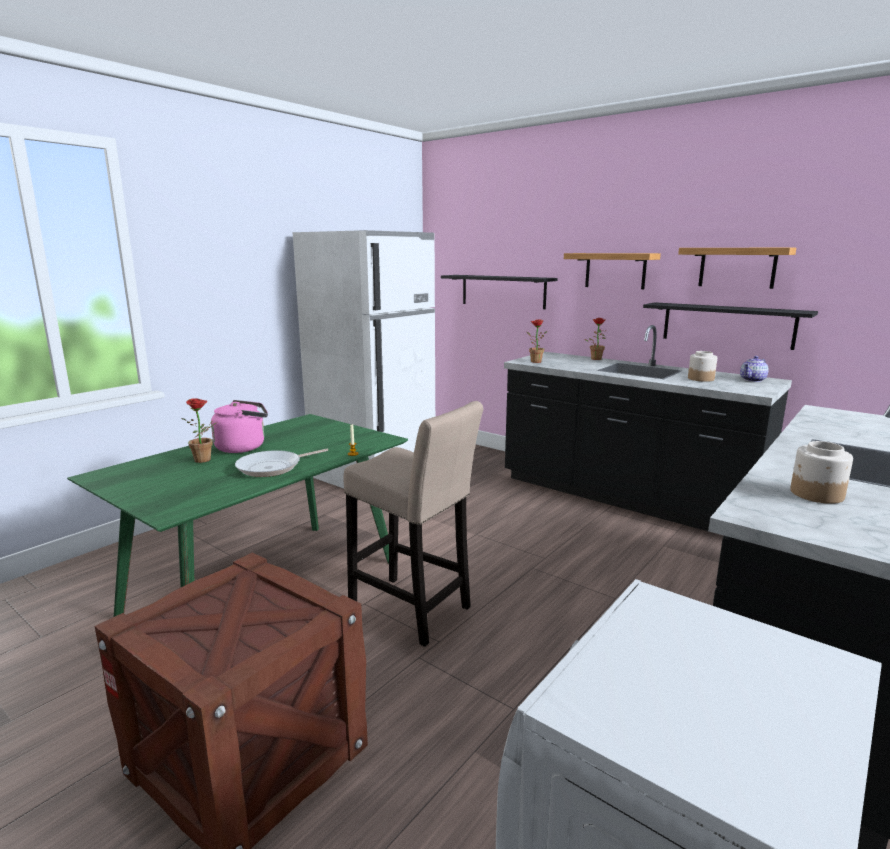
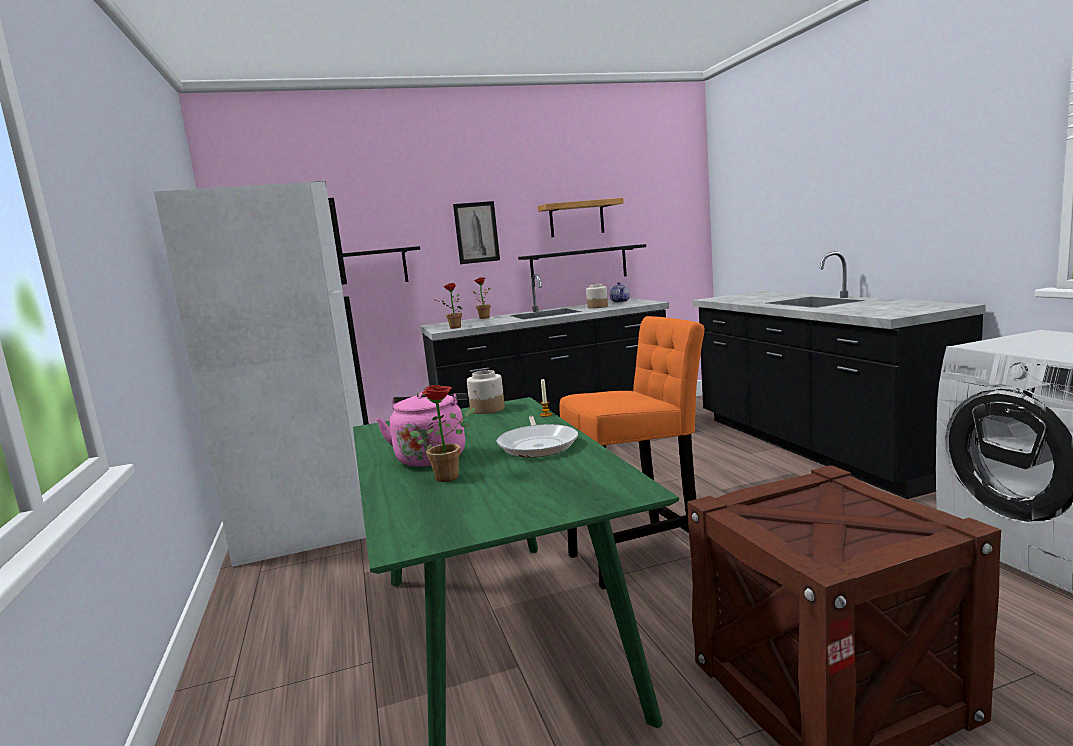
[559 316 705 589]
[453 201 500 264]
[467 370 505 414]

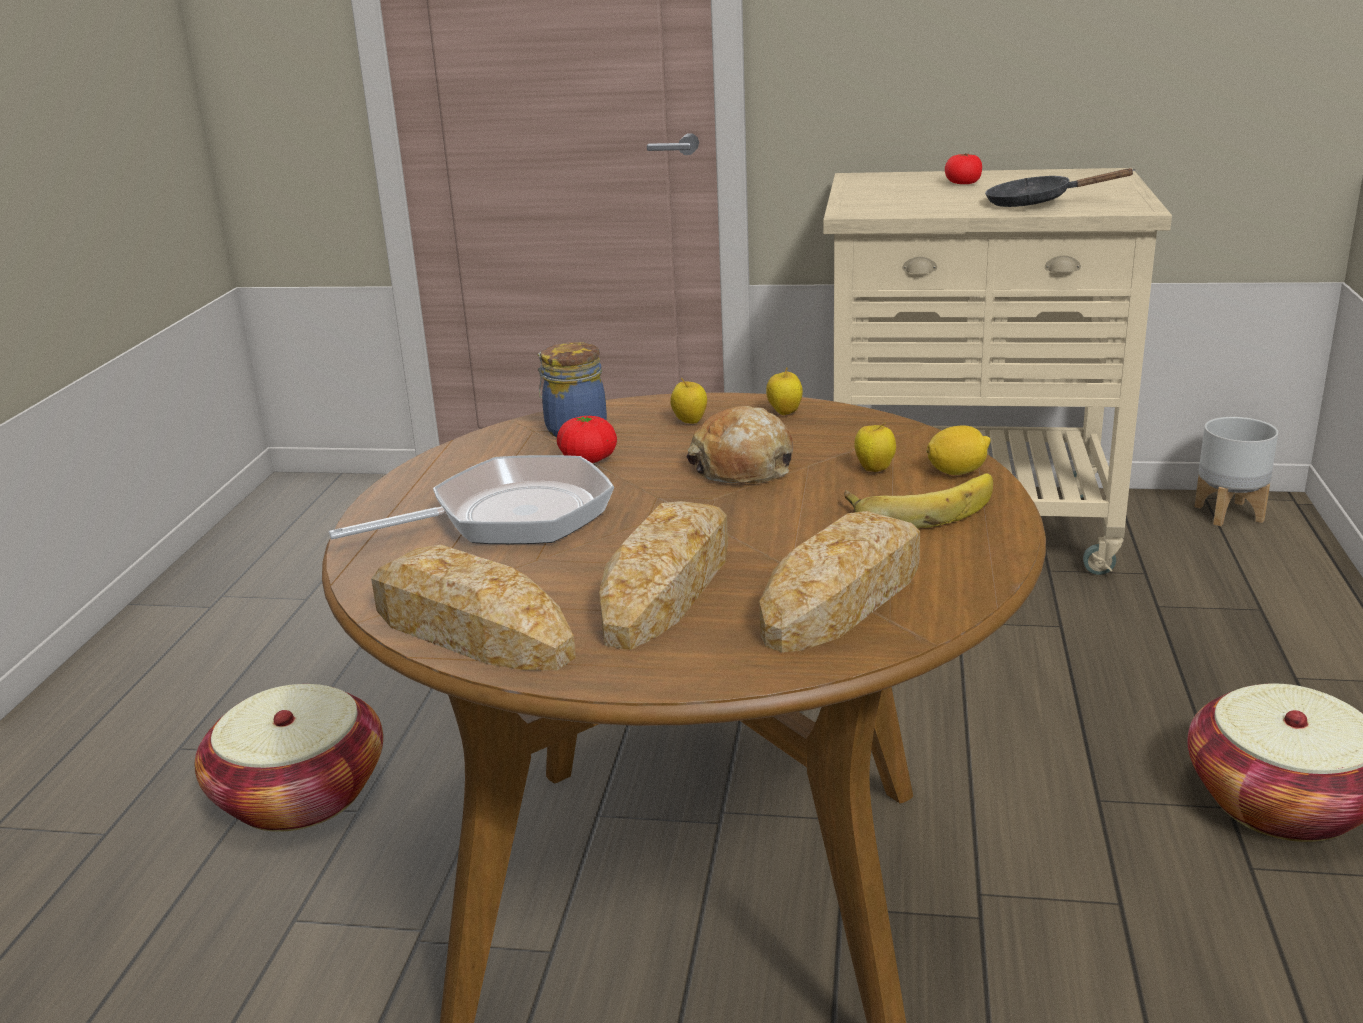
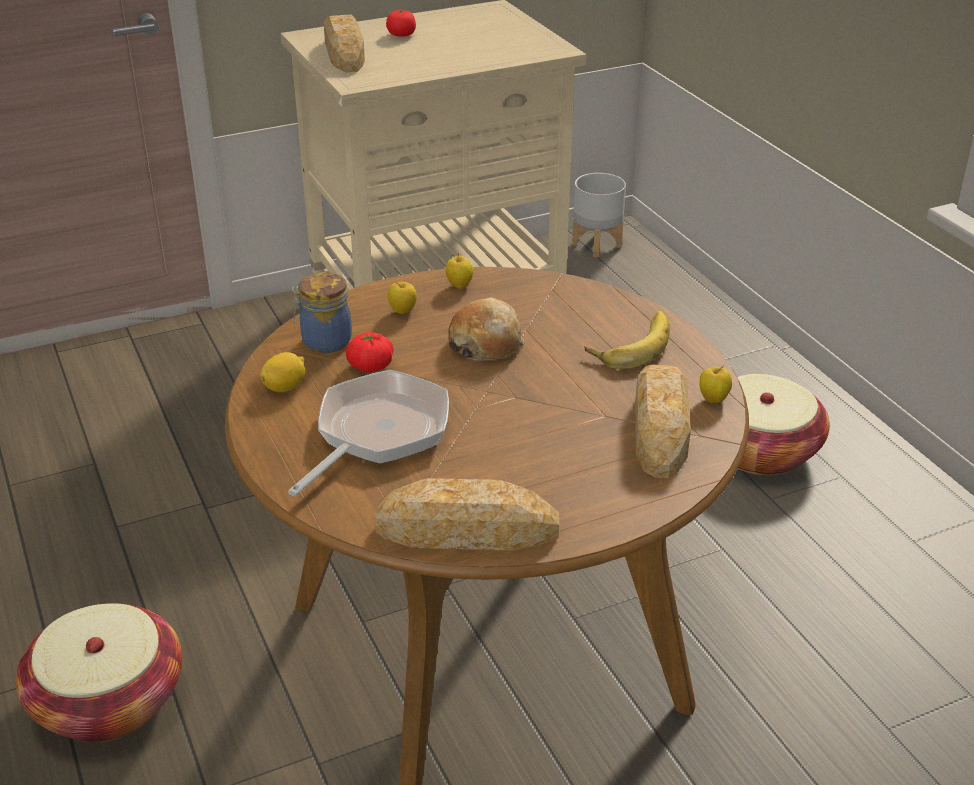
[324 15 365 72]
[699 365 732 403]
[260 352 305 392]
[985 168 1135 207] (first image)

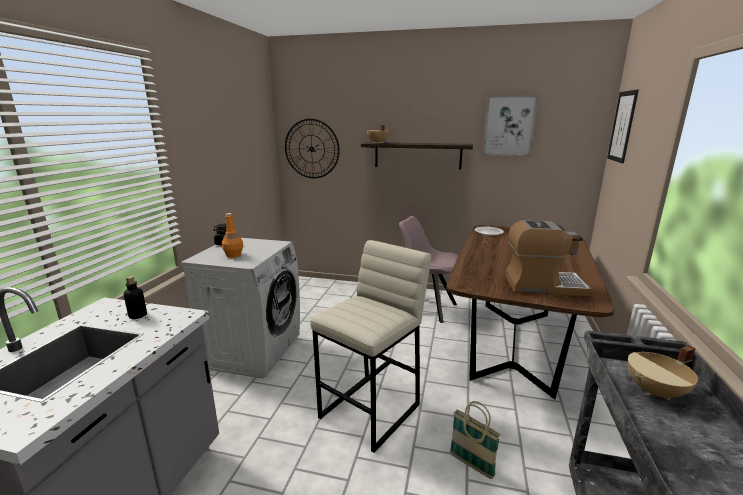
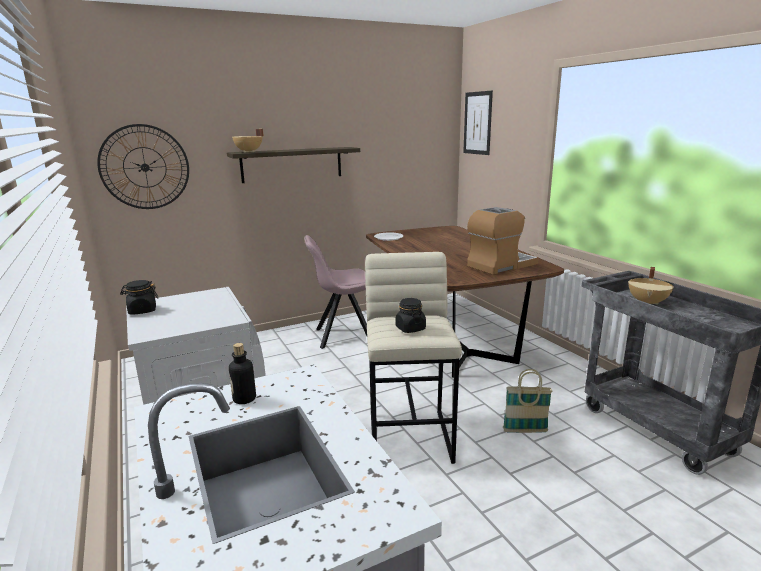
[222 213 243 258] (first image)
[483 95 538 157] (first image)
[395 298 426 333]

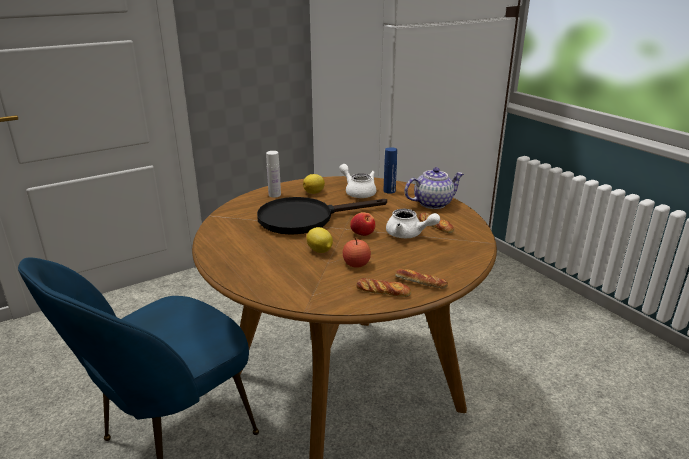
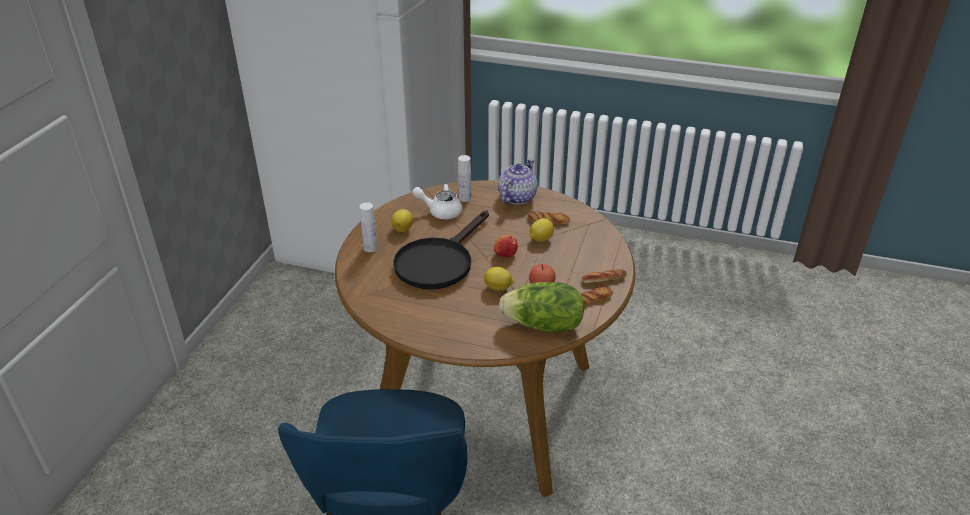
[458 155 471 202]
[530 218 554 242]
[499 282 584 332]

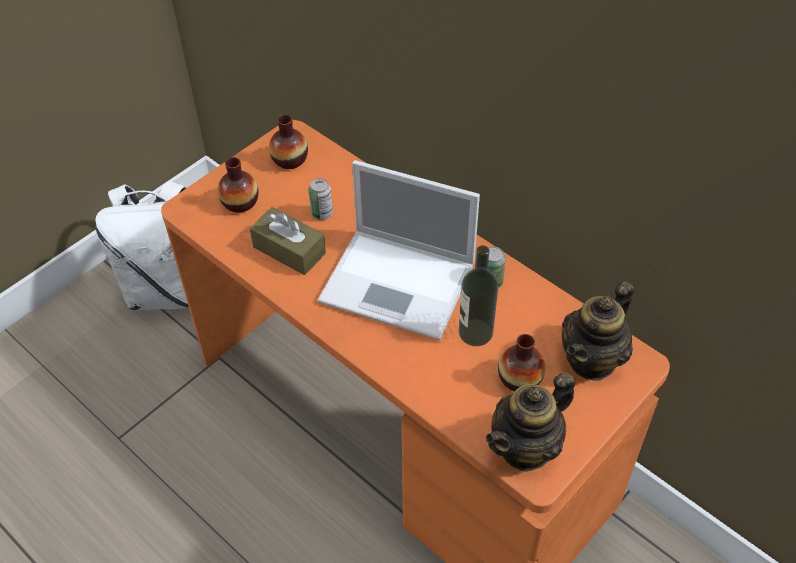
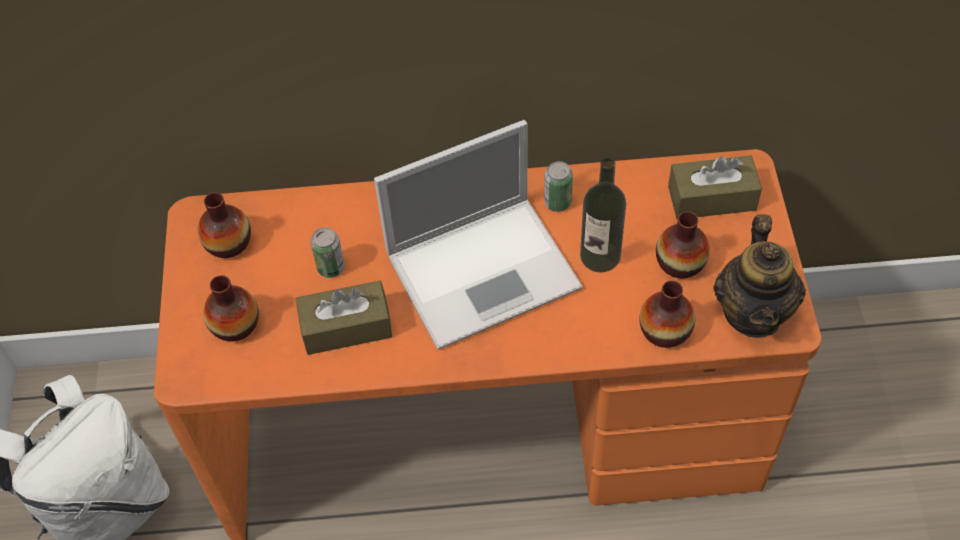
[668 155 762 219]
[639 281 695 348]

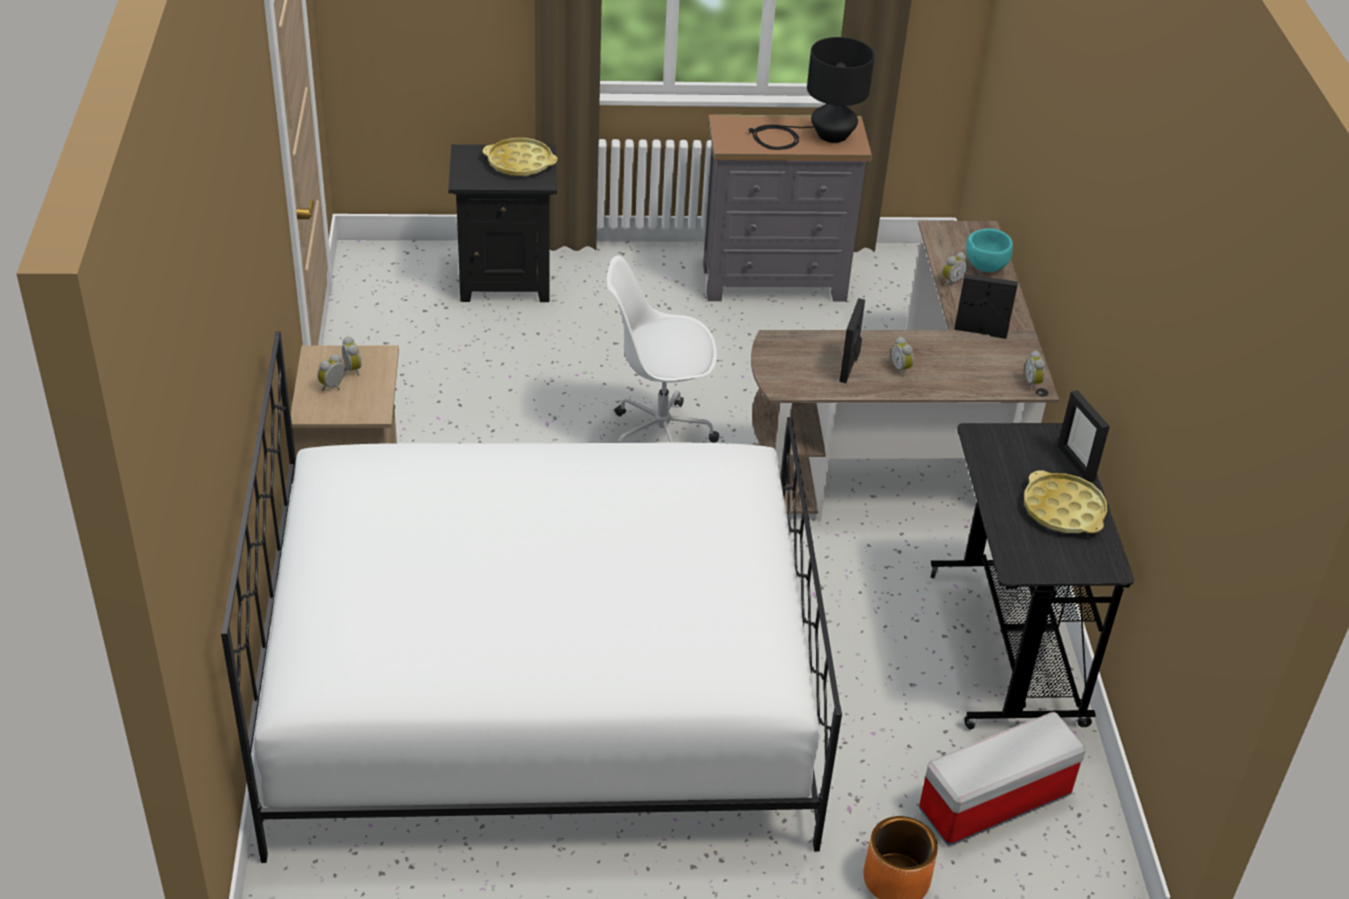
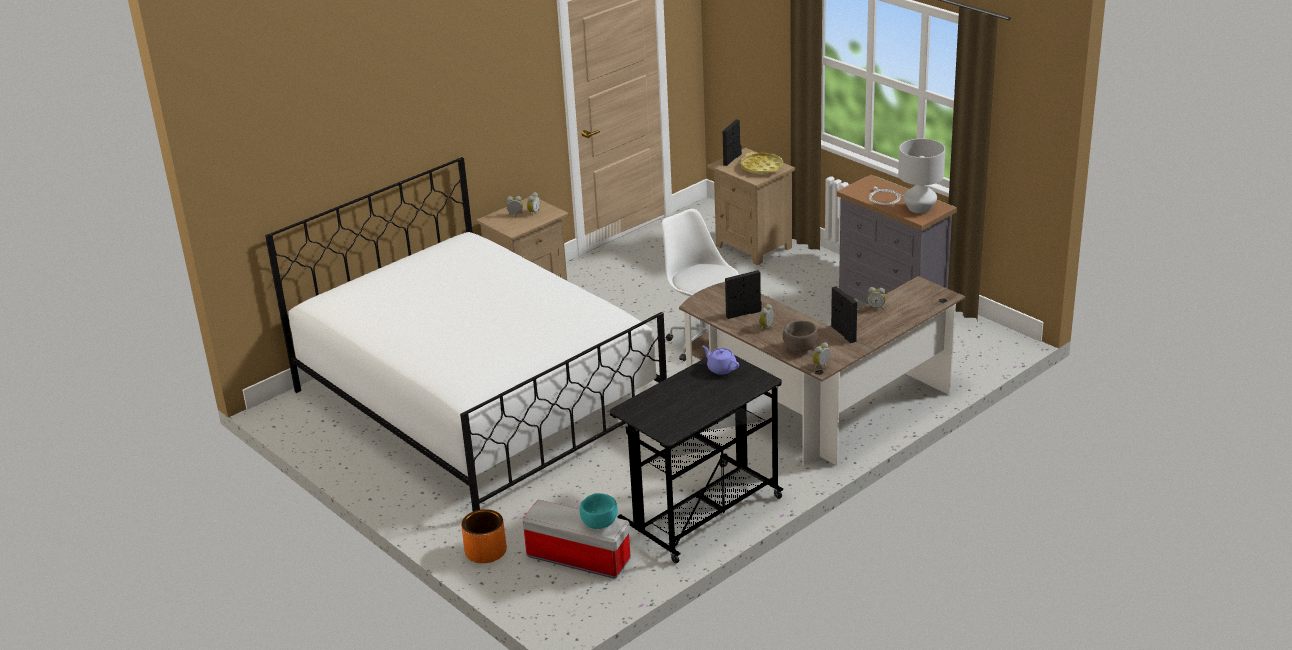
[707 148 795 265]
[869 139 945 214]
[580 493 618 529]
[1024 471 1107 533] (first image)
[723 119 742 166]
[703 345 739 375]
[782 321 818 352]

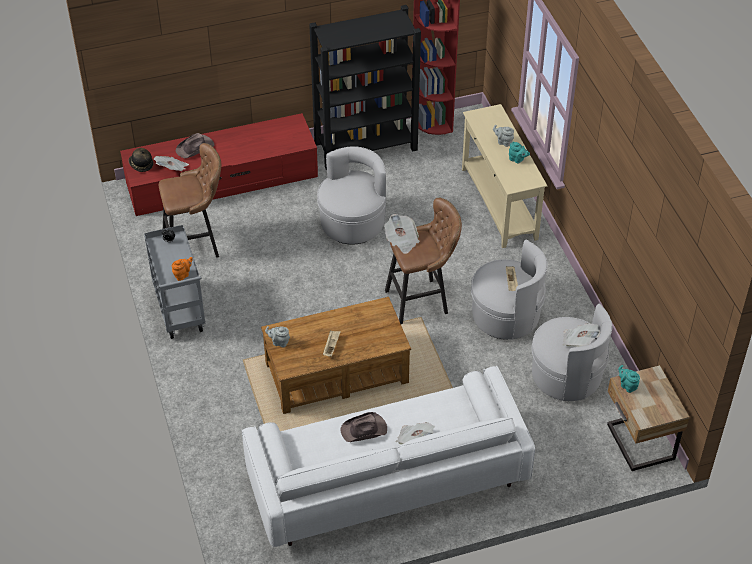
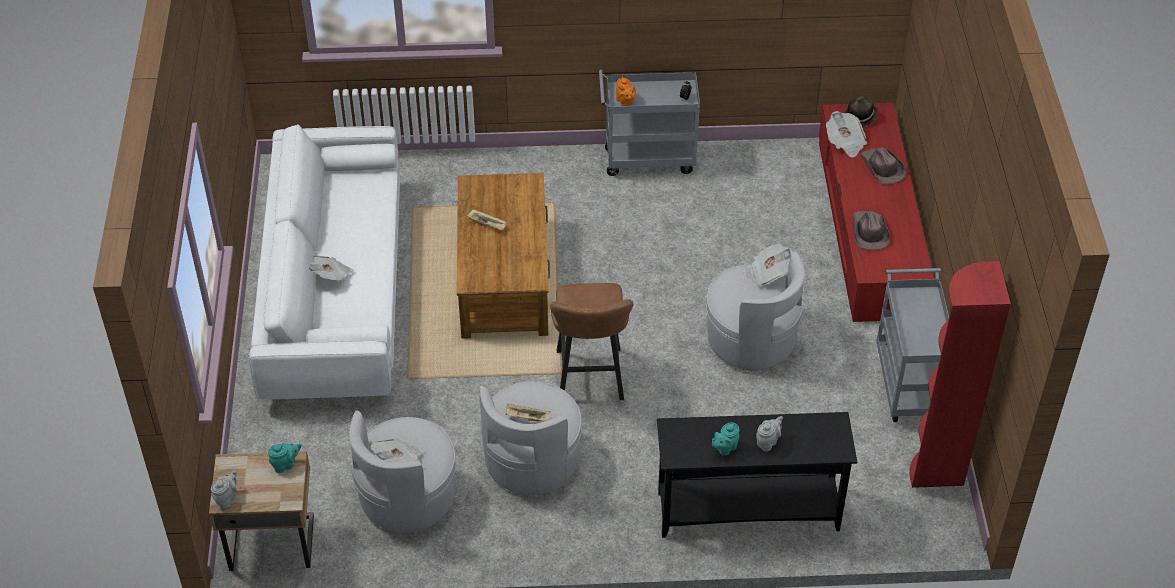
[159 143 221 258] (first image)
[211 470 237 509]
[876 268 949 422]
[852 211 890 250]
[743 243 793 287]
[657 412 857 538]

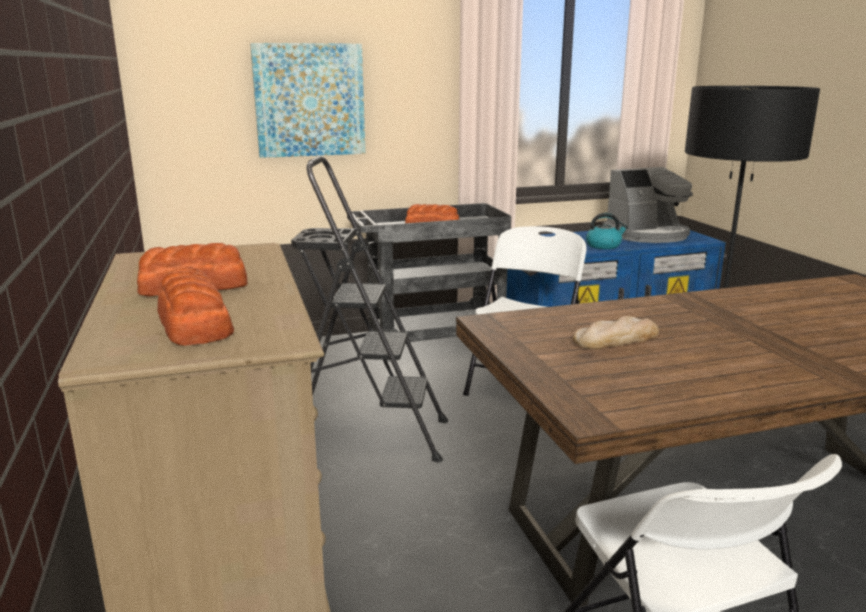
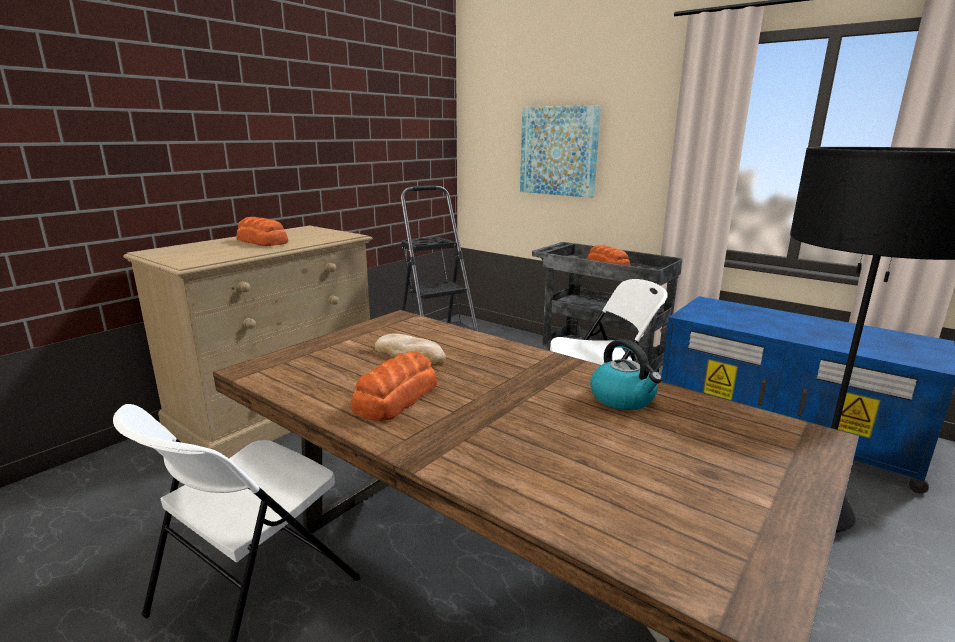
[351 351 438 421]
[590 339 662 410]
[602 167 693 243] (first image)

